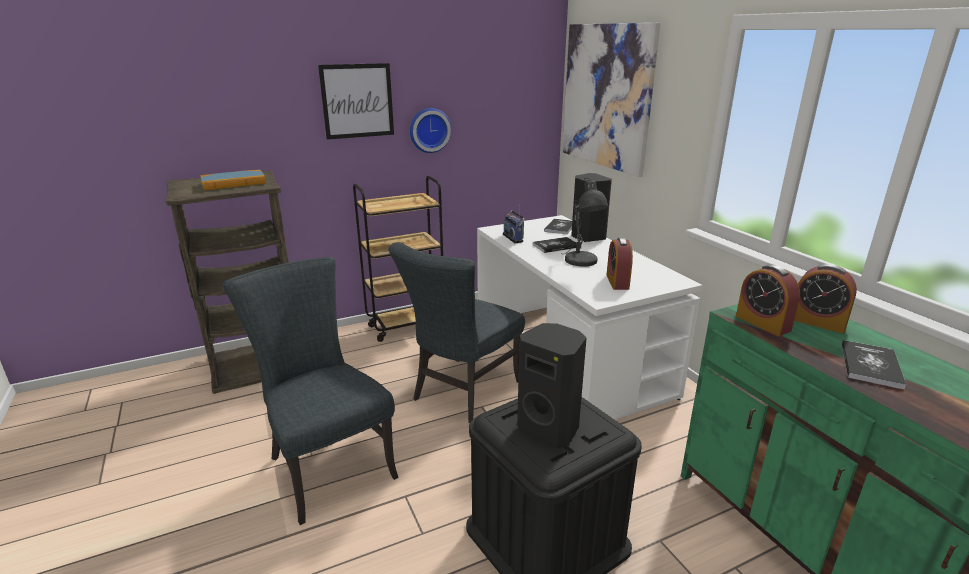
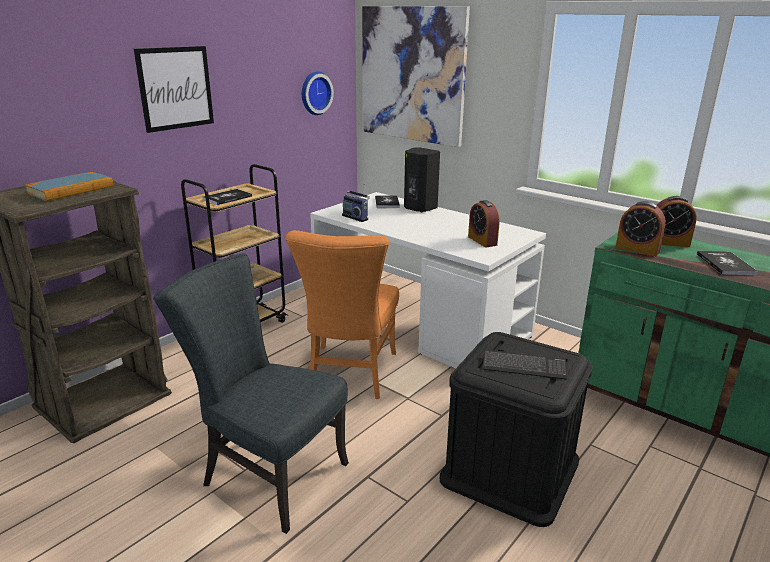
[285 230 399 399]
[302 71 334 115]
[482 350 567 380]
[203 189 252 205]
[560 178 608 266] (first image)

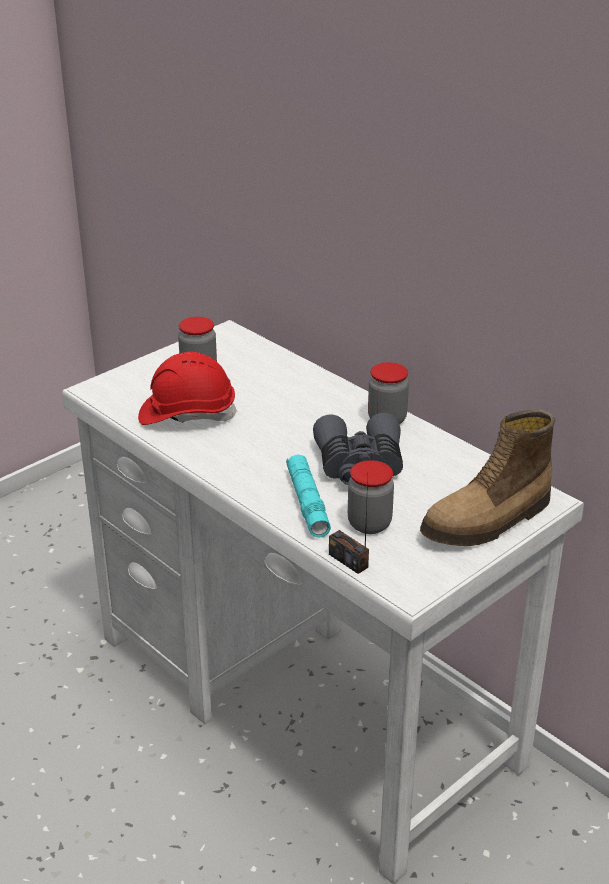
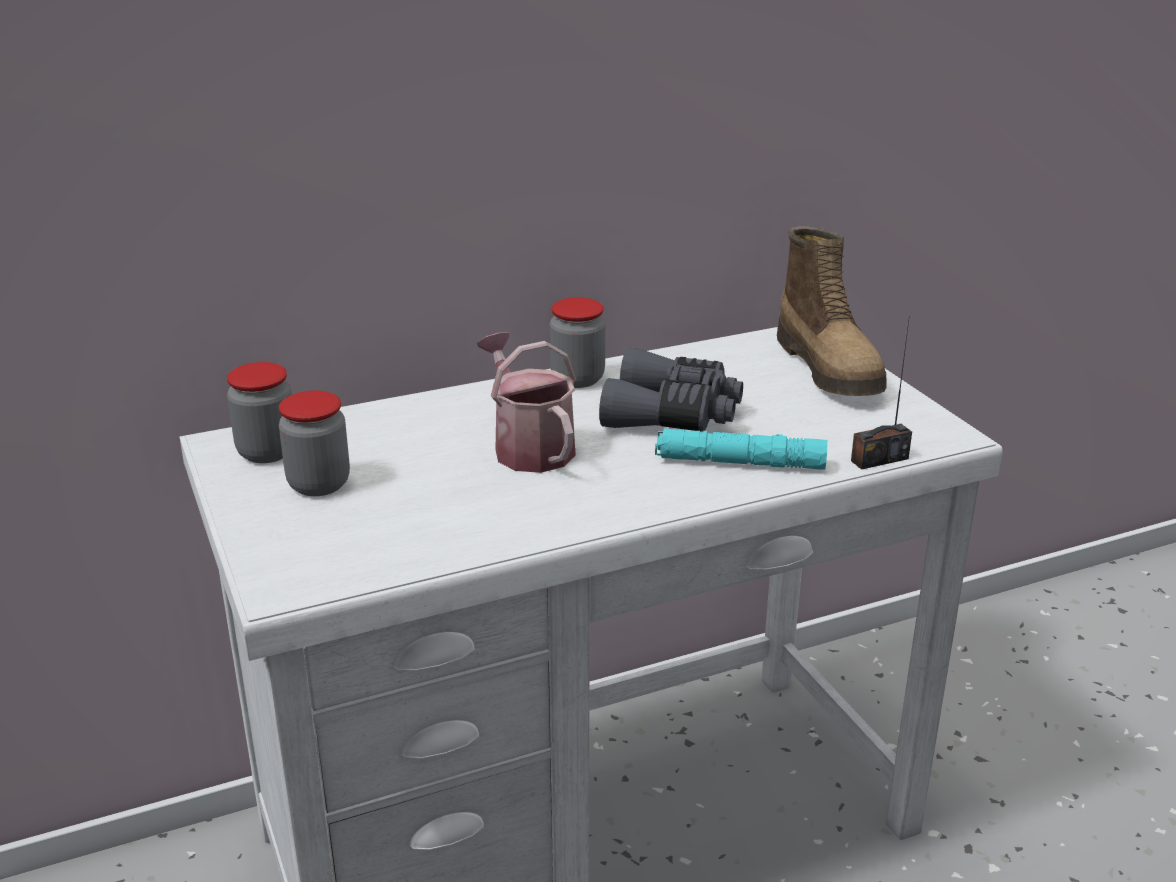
[138 352 237 425] (first image)
[227 362 292 463]
[477 332 576 473]

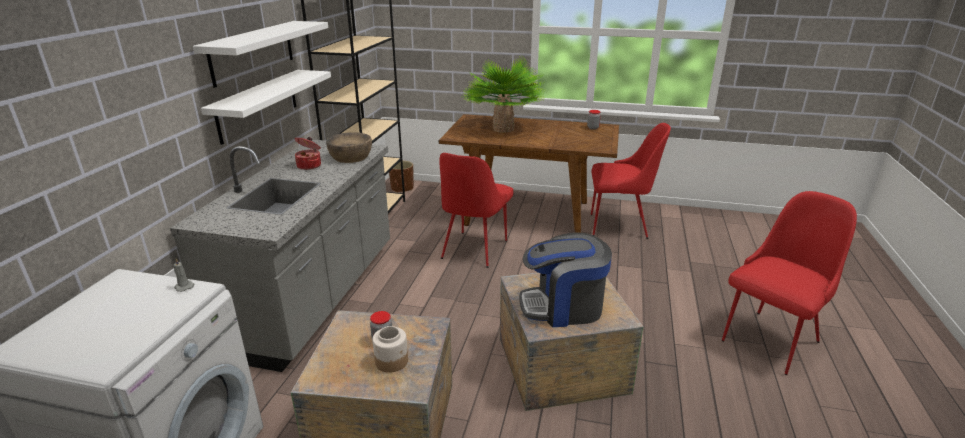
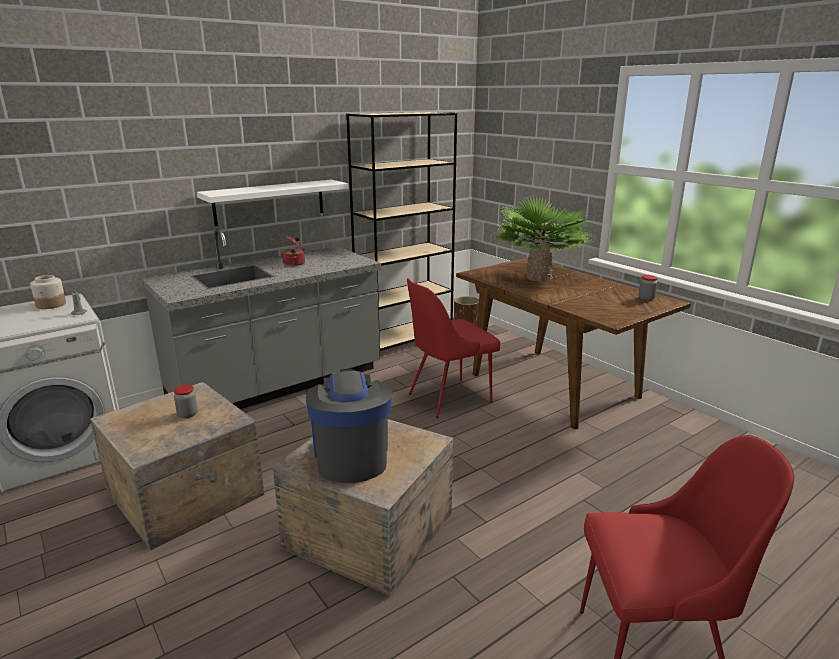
[193 21 328 88] (first image)
[326 132 372 163] (first image)
[30 275 66 309]
[306 369 392 483]
[591 123 671 239] (first image)

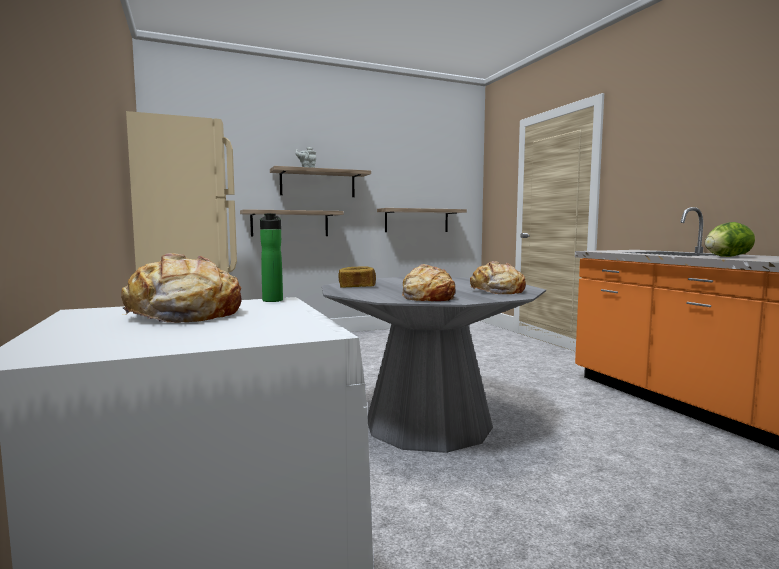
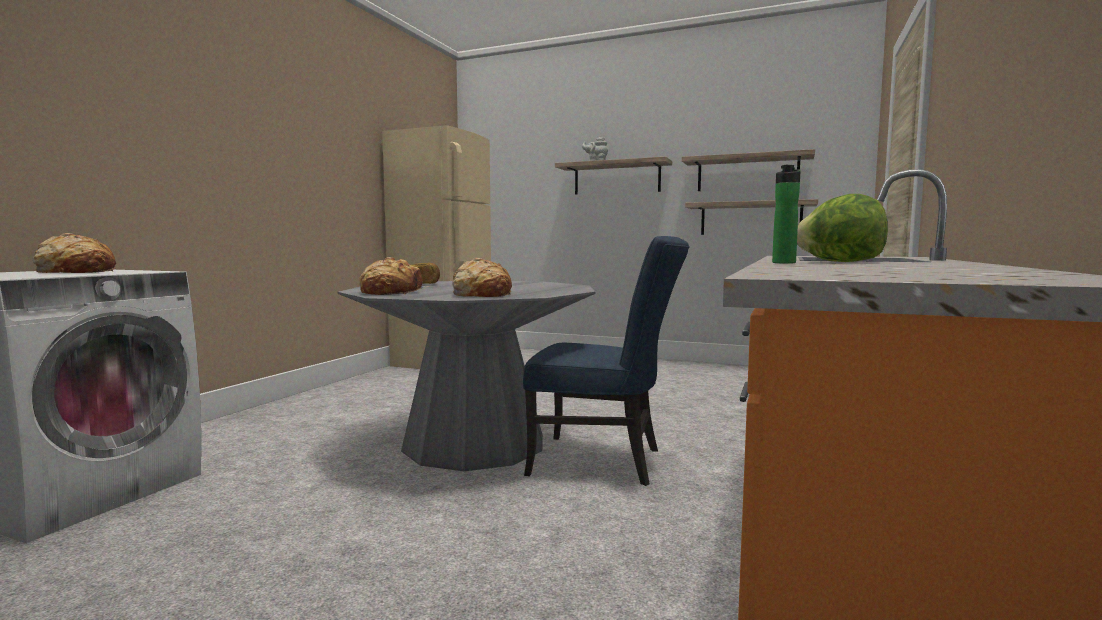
[682 149 815 191]
[772 165 801 263]
[523 236 690 486]

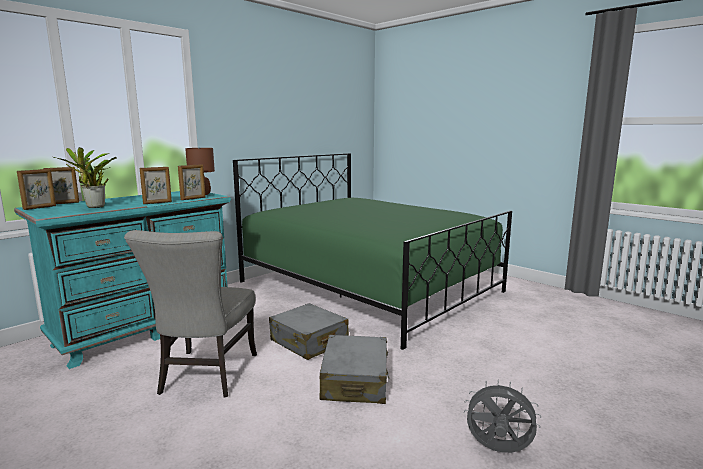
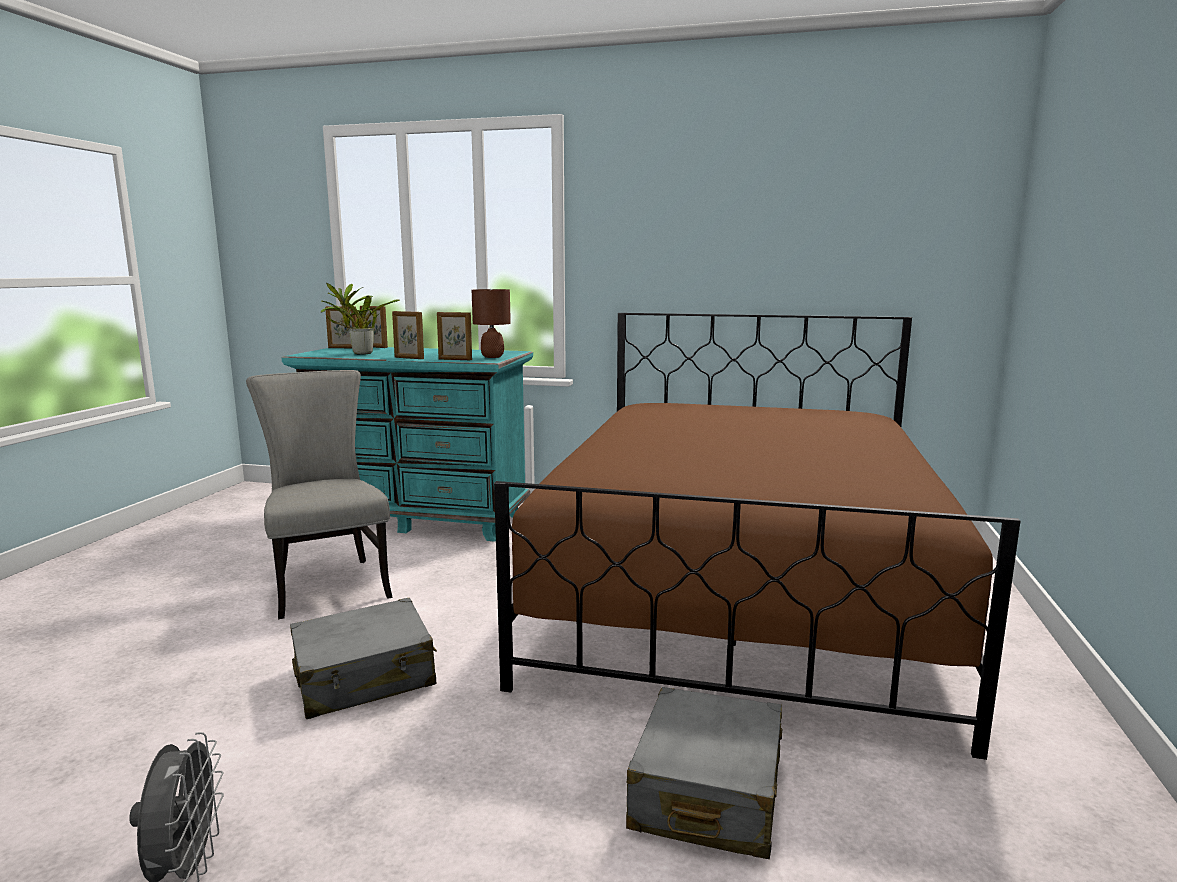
[246 370 393 619]
[494 313 1021 760]
[626 687 783 859]

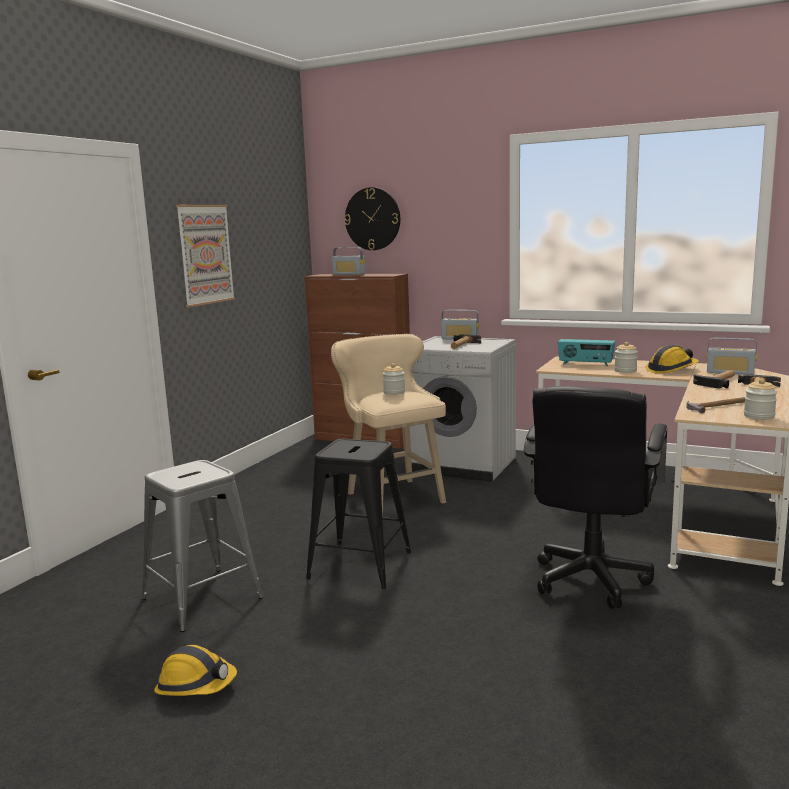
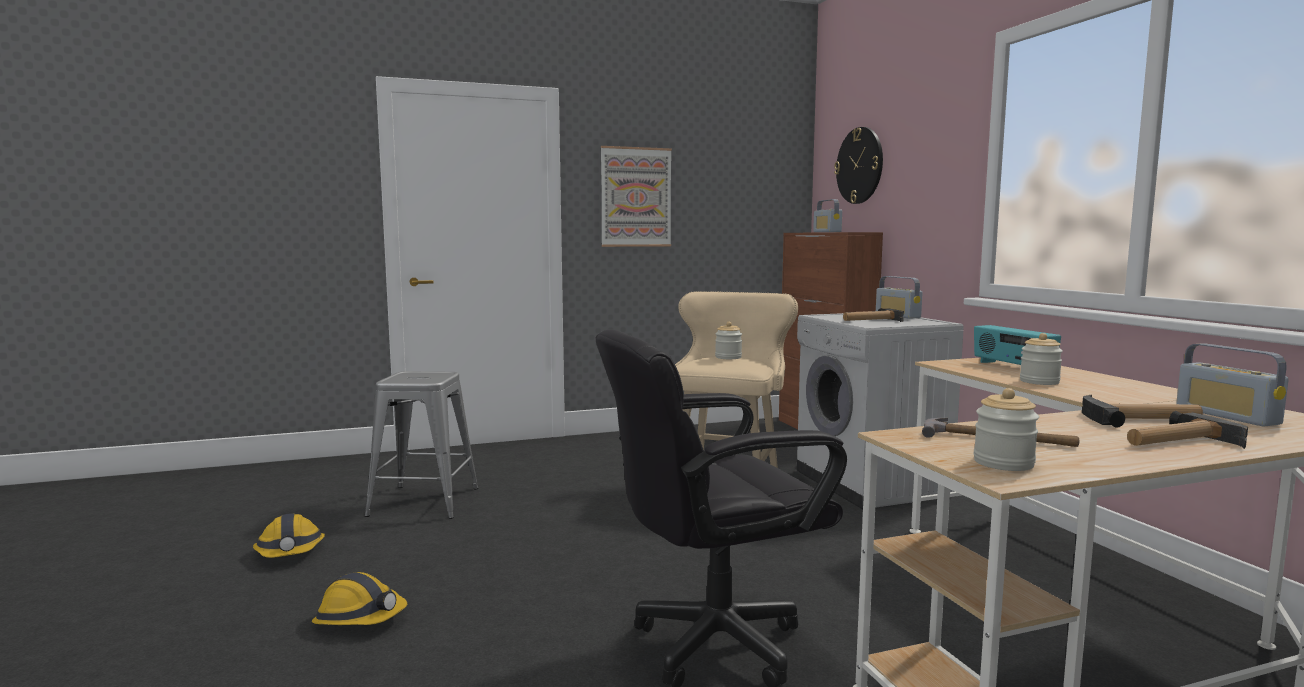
[306 439 411 589] (first image)
[312 572 407 625]

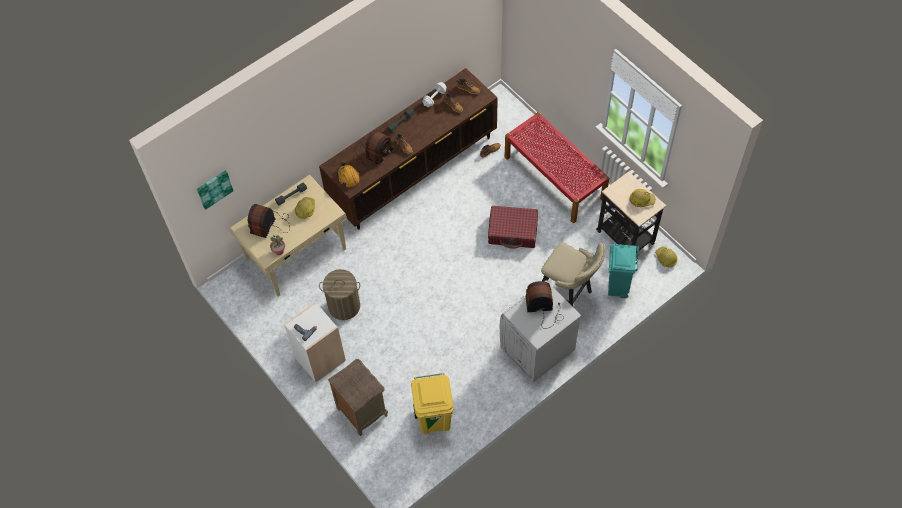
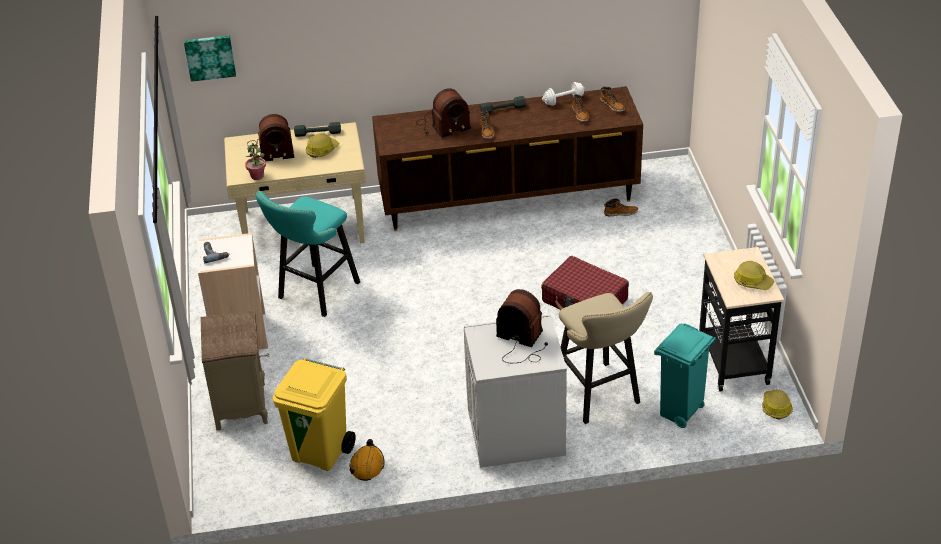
[247 114 294 162]
[256 191 360 317]
[349 439 385 481]
[505 112 610 224] (first image)

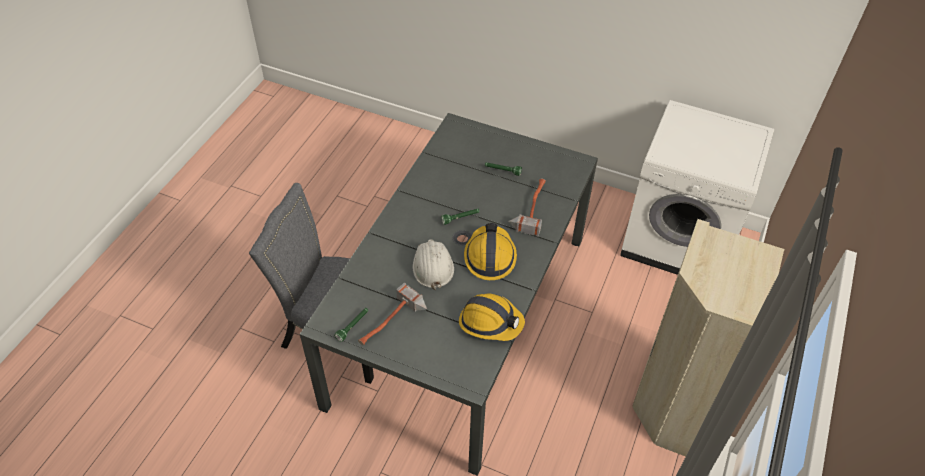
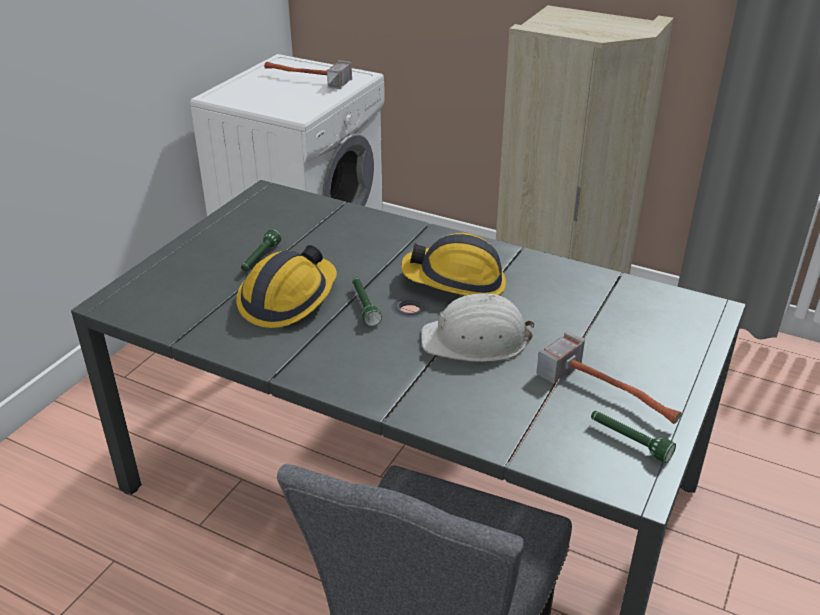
[236 245 337 328]
[264 60 352 89]

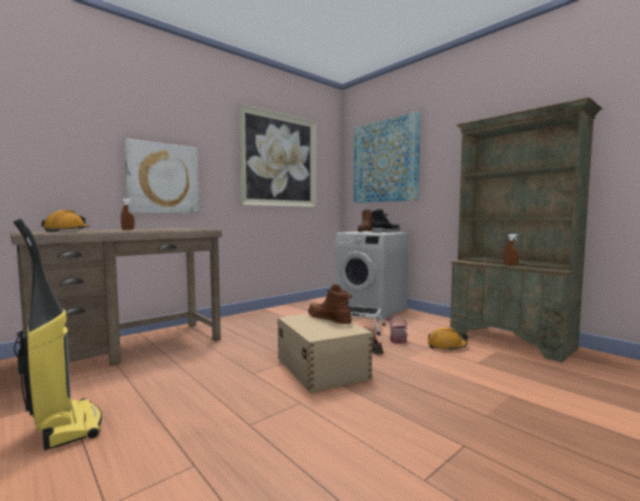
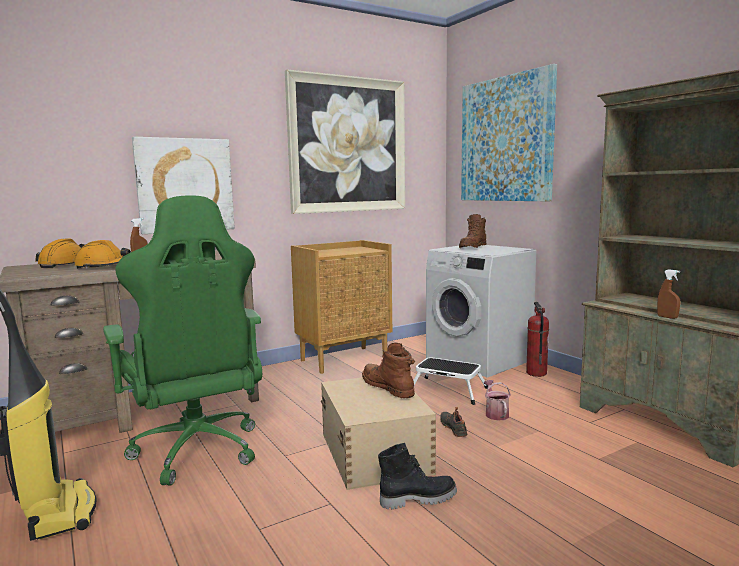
[378 443 457 509]
[74 240 131 269]
[103 195 262 485]
[291 240 392 374]
[526 302 549 377]

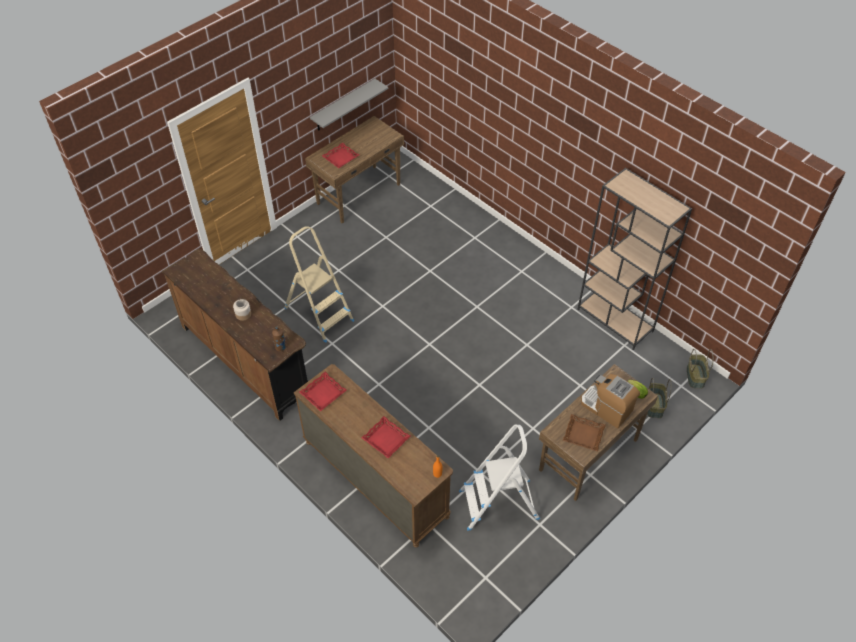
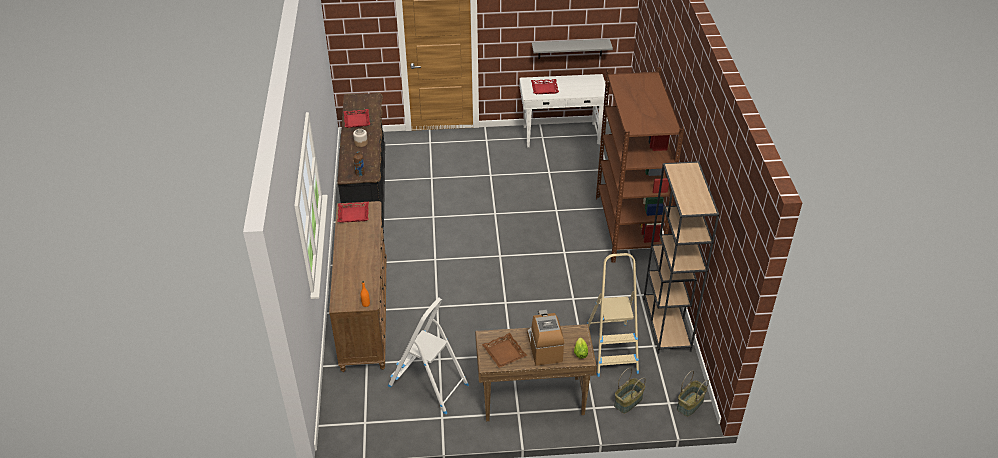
[587 253 639 377]
[519 74 609 148]
[343 109 370 128]
[596 67 684 263]

